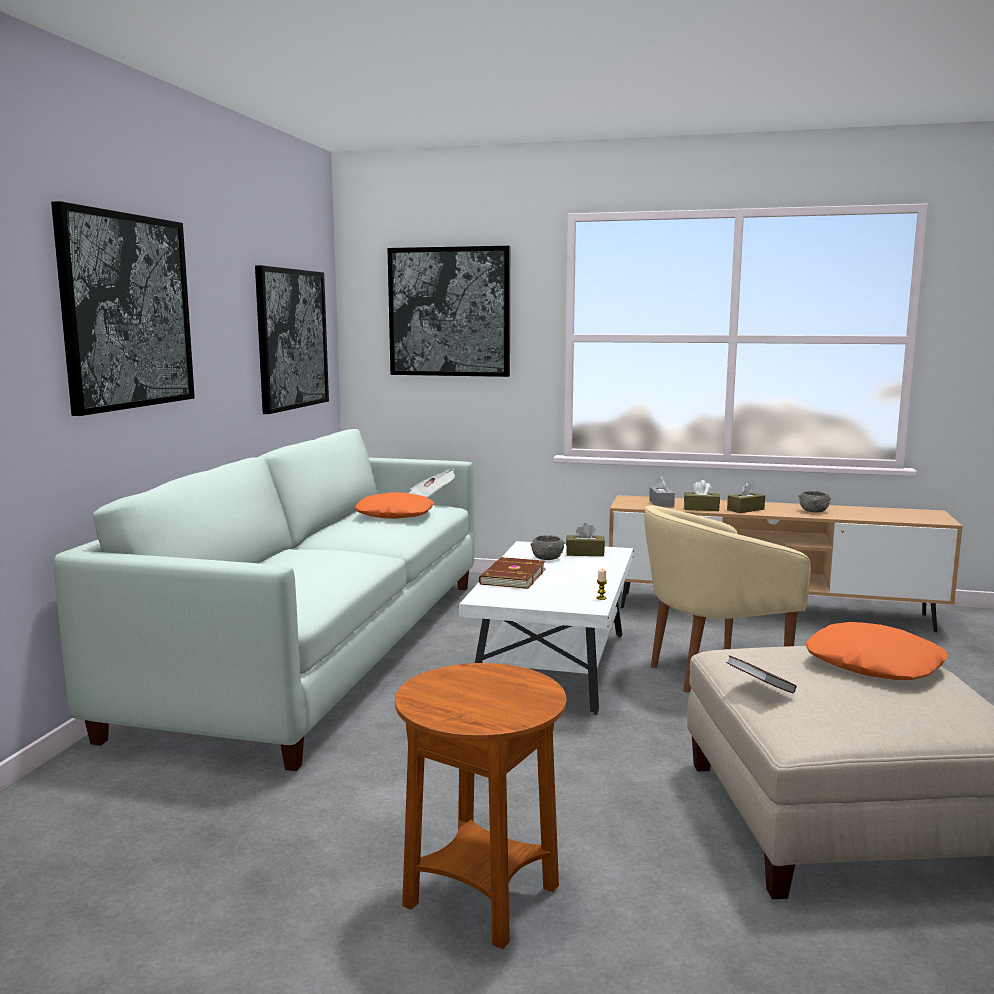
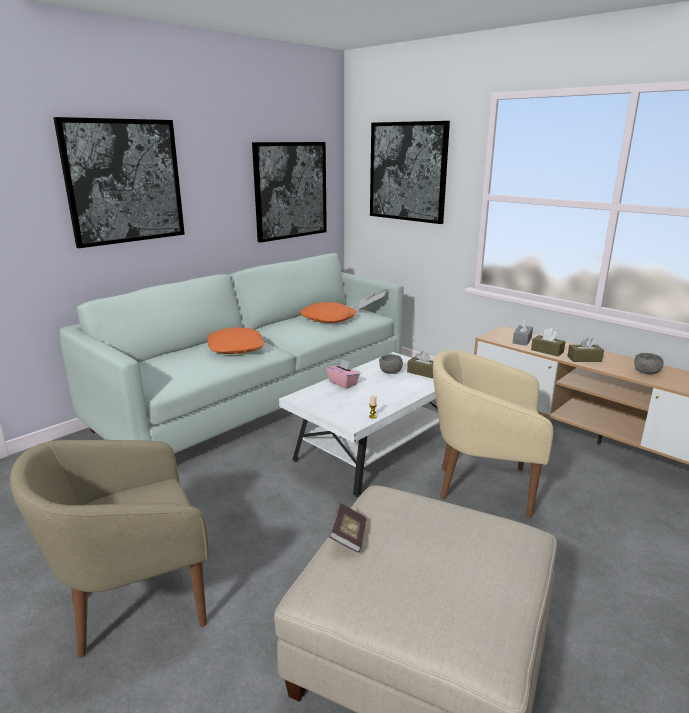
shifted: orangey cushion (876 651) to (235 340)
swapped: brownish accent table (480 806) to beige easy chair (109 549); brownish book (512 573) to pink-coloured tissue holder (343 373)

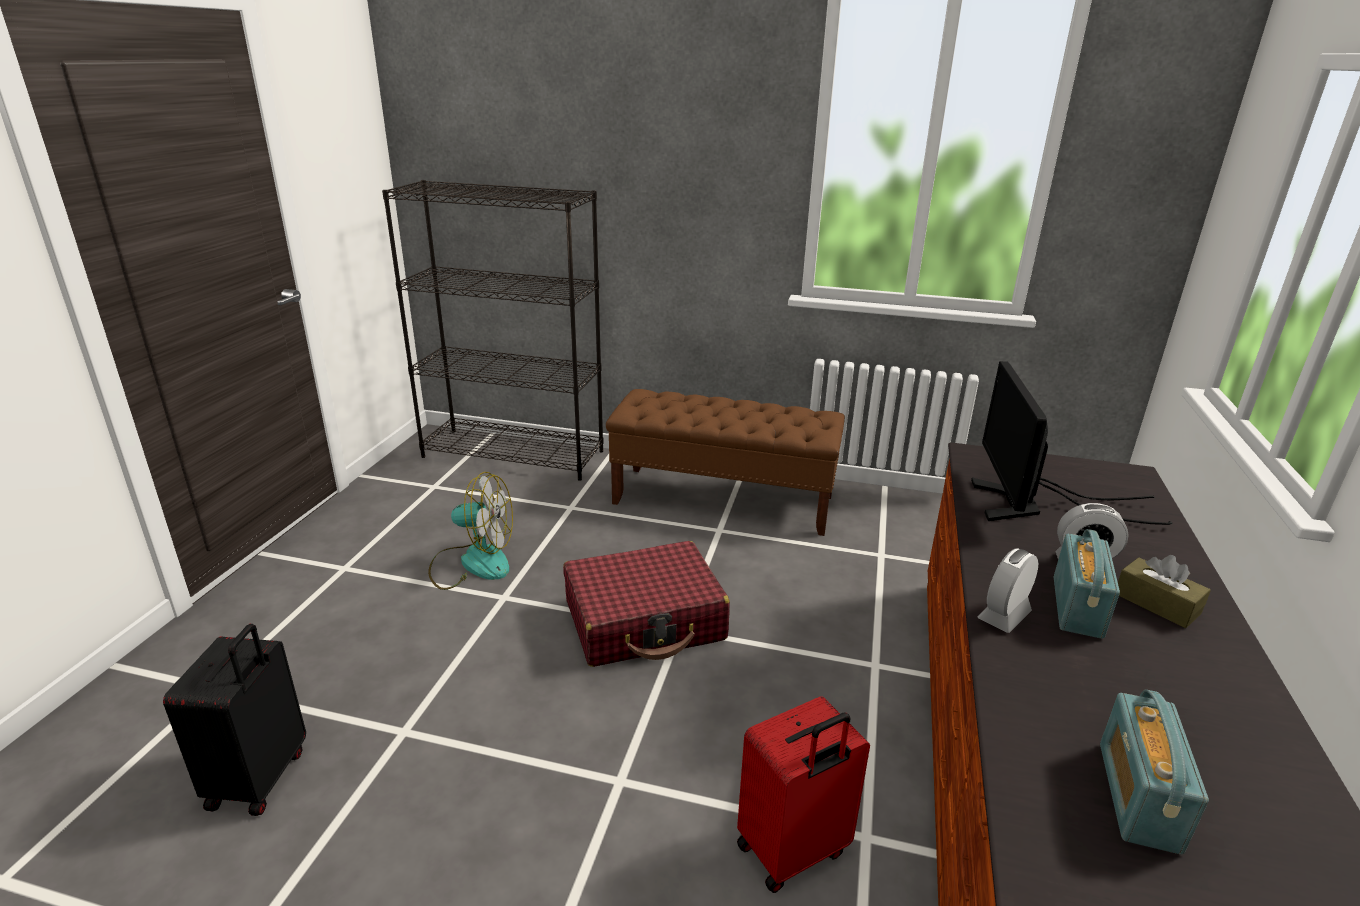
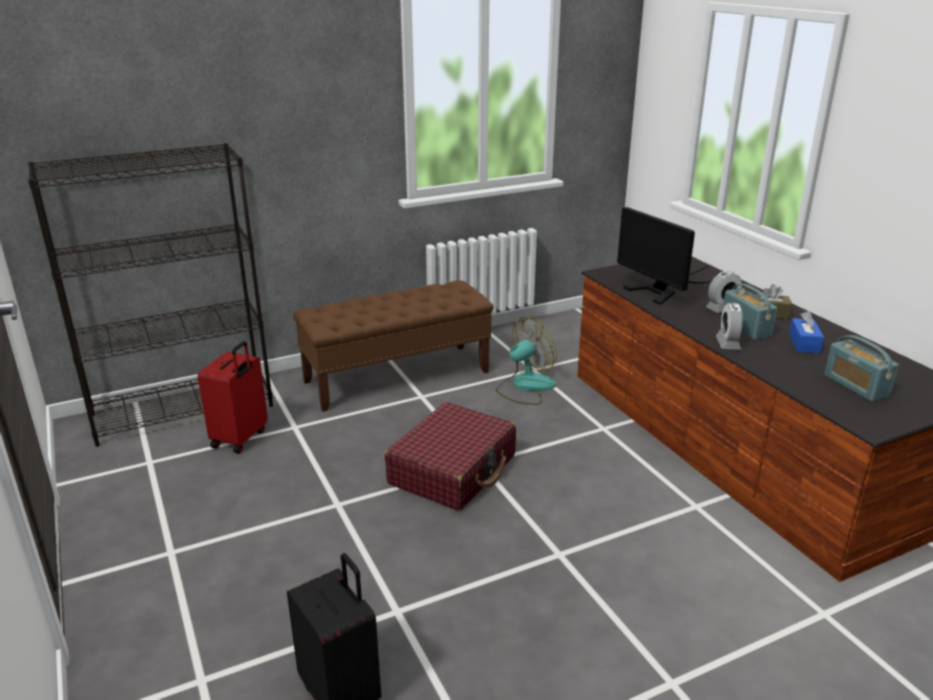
new: bluish tissue holder (806 332)
shifted: cooling fan (470 531) to (526 361); red piece of luggage (803 794) to (233 397)

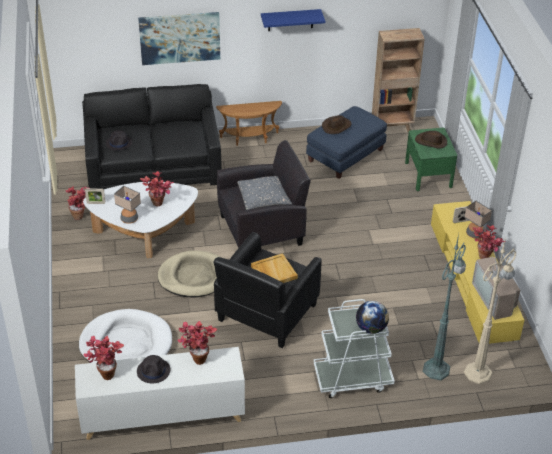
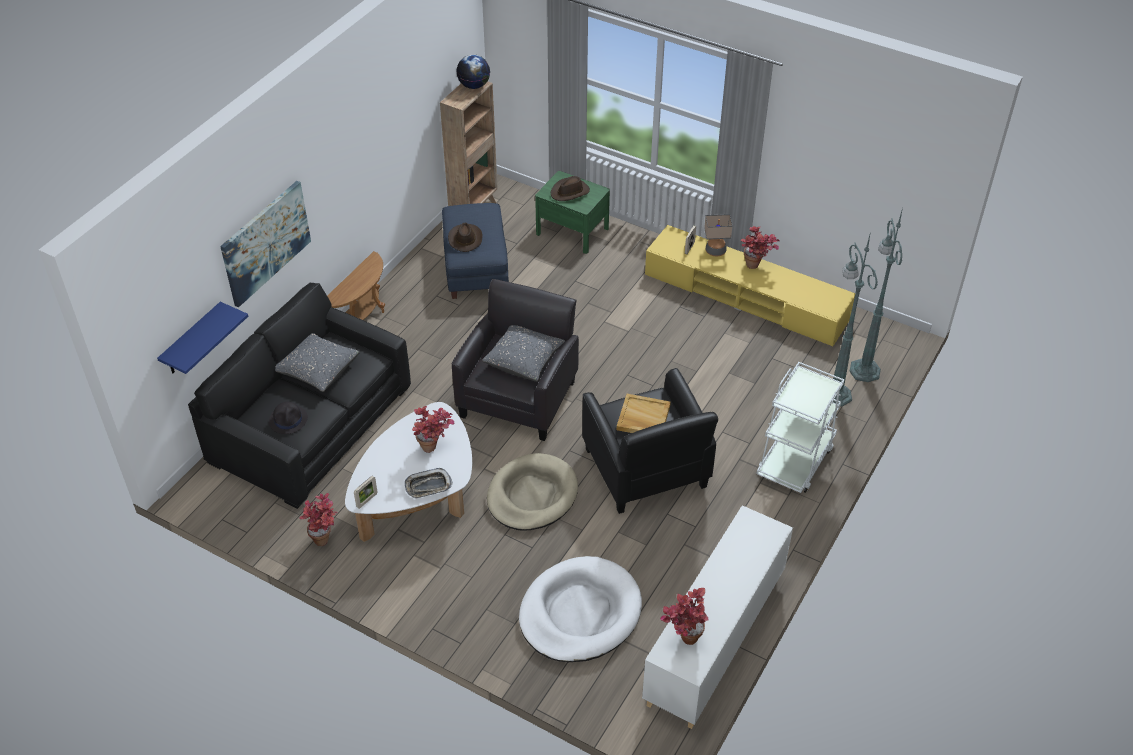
gone: blackish clothing hat (153 369); potted plant (197 343); TV (496 282)
new: gray cushion (317 362)
shifted: bluish shelf (293 20) to (202 338); desk globe (372 317) to (473 71)
swapped: tabletop lamp (127 205) to tray (429 483)
repainted: beige standard lamp (490 310) to green-coloured standard lamp (876 295)

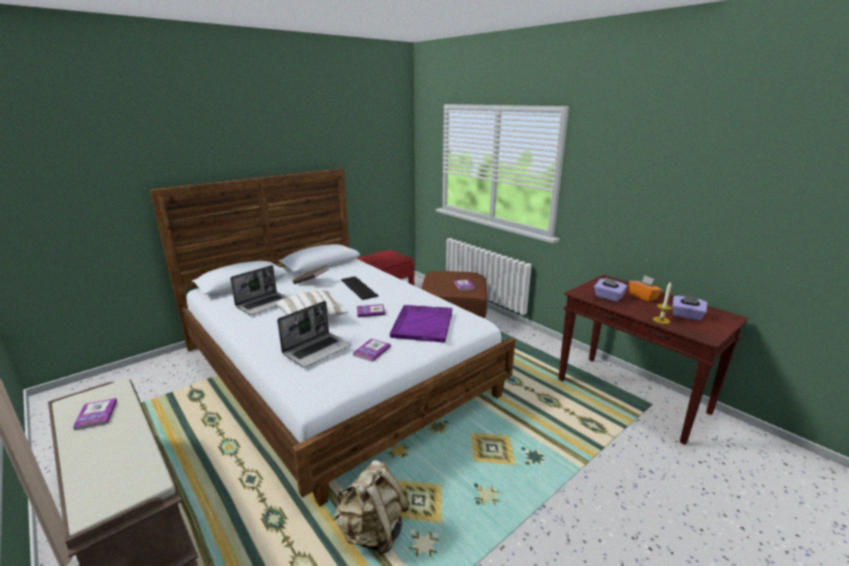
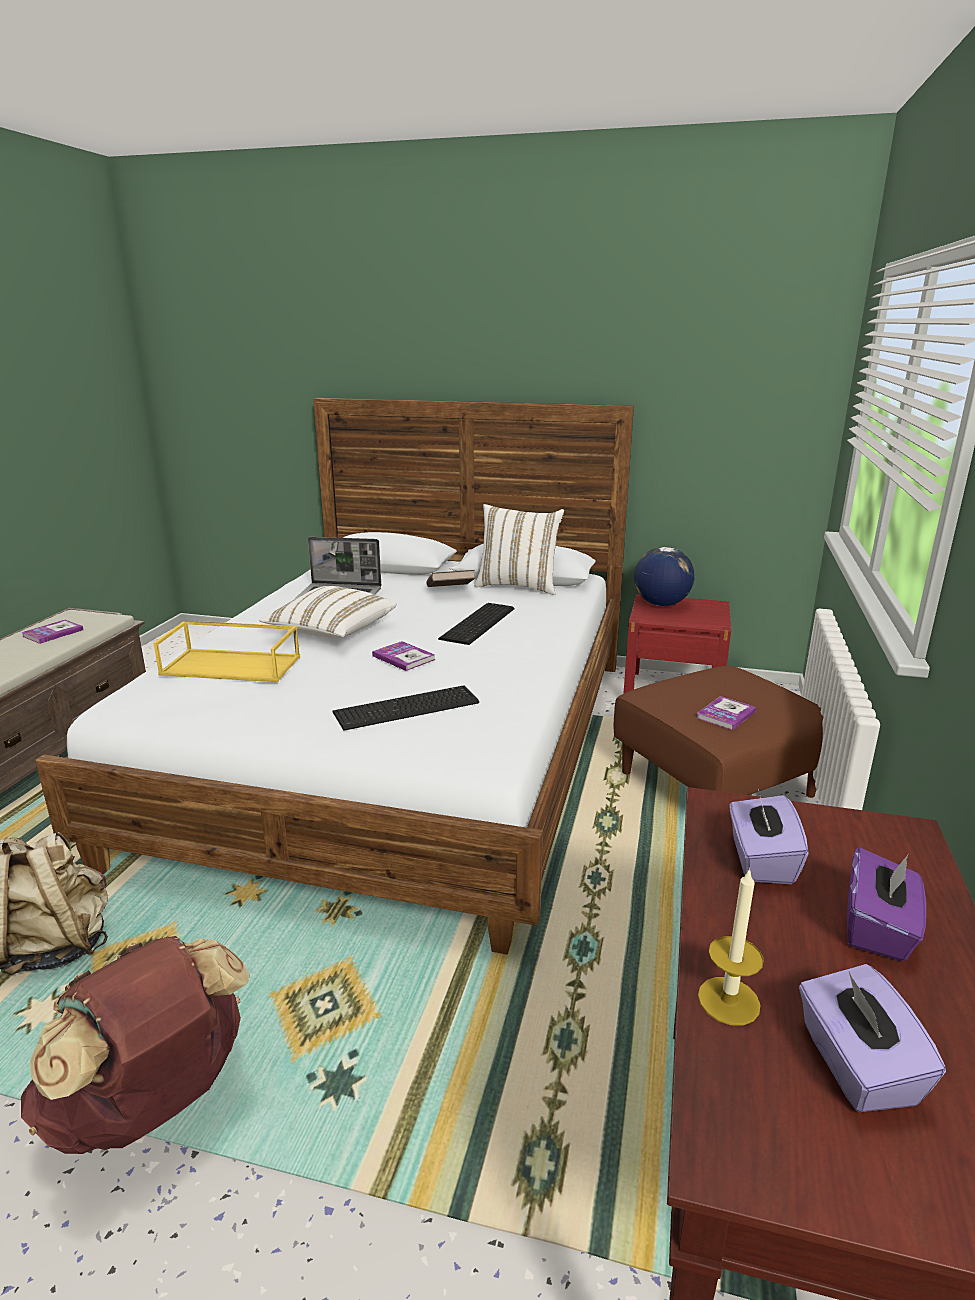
gone: book (372 350)
new: brownish rucksack (135 1045); whitish cushion (519 549); desk globe (664 576)
swapped: notebook computer (314 334) to yellow tray (227 651); purple-coloured tray (421 324) to keyboard (406 708)
repainted: orangey tissue holder (645 288) to purple-coloured tissue holder (886 904)

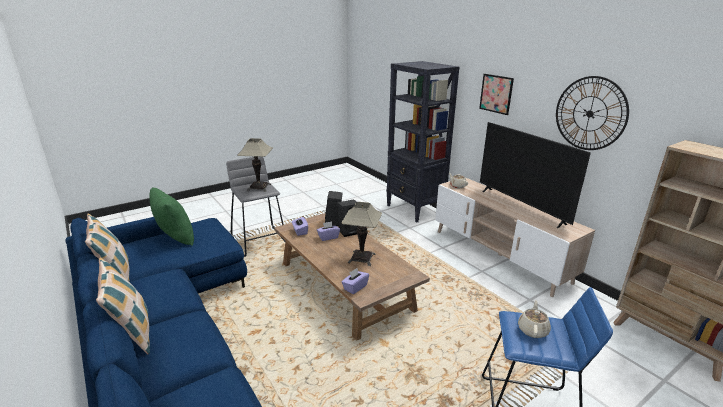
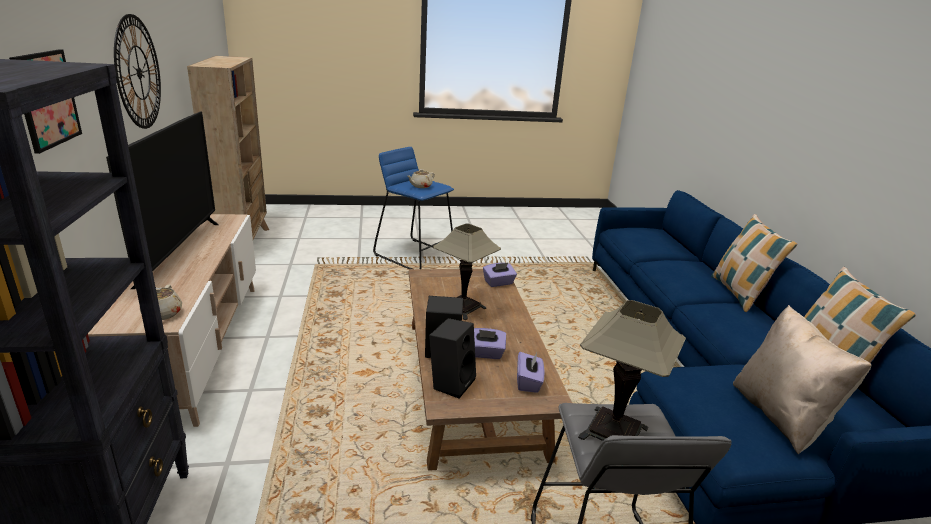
repainted: green-coloured cushion (171 217) to beige cushion (802 380)

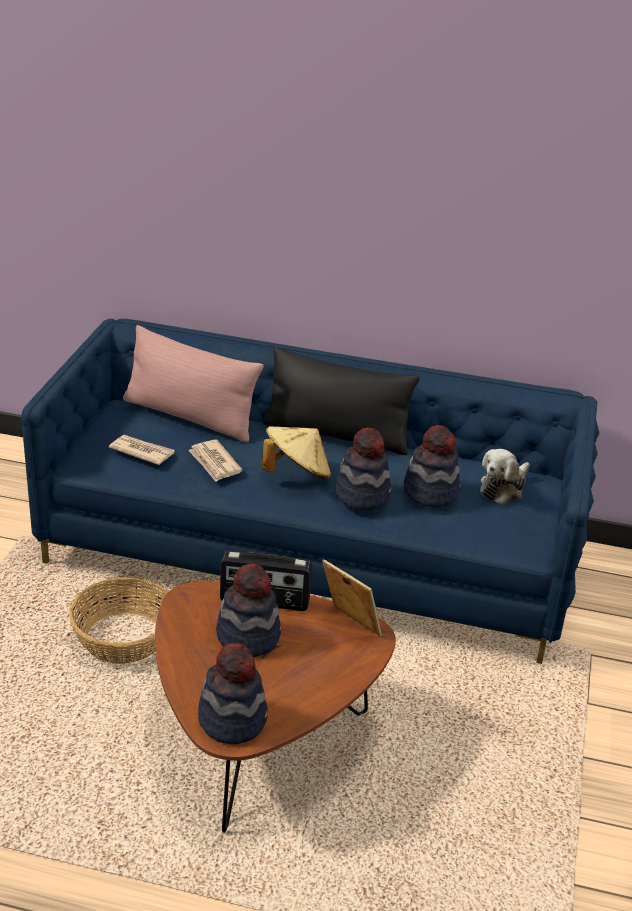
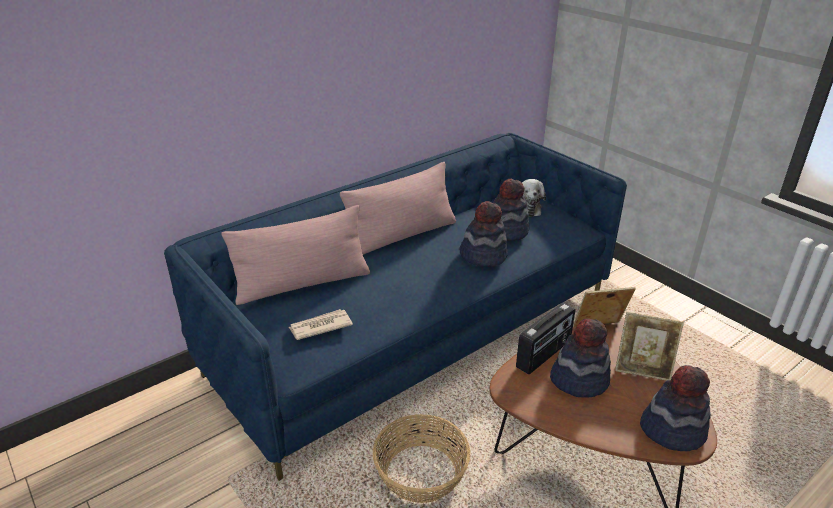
gone: printed paper (215 461); beige clothing hat (296 452)
new: standing frame (649 346)
repainted: blackish cushion (341 401) to pink-coloured cushion (398 208)

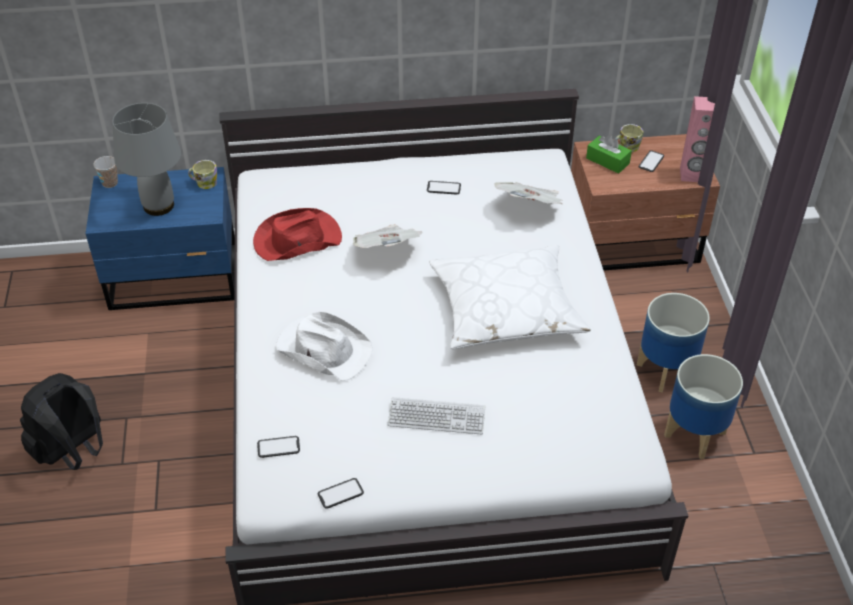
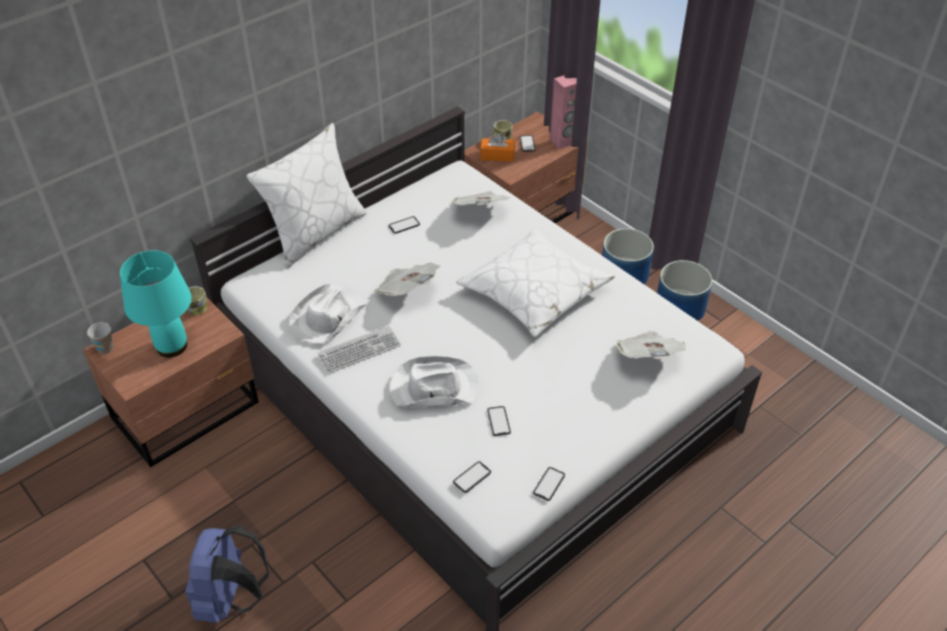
new: whitish cushion (307 195); handset (499 421); printed paper (651 345)
shifted: keyboard (436 415) to (359 349)
repainted: blackish rucksack (61 421) to bluish rucksack (227 574); bluish bedside table (160 238) to brownish bedside table (171 383); gray tabletop lamp (146 159) to blue-green tabletop lamp (156 304); red clothing hat (297 234) to whitish clothing hat (328 314); green-coloured tissue holder (609 154) to orangey tissue holder (498 147)

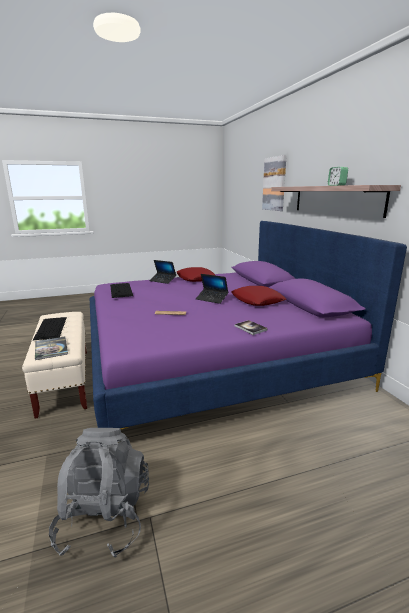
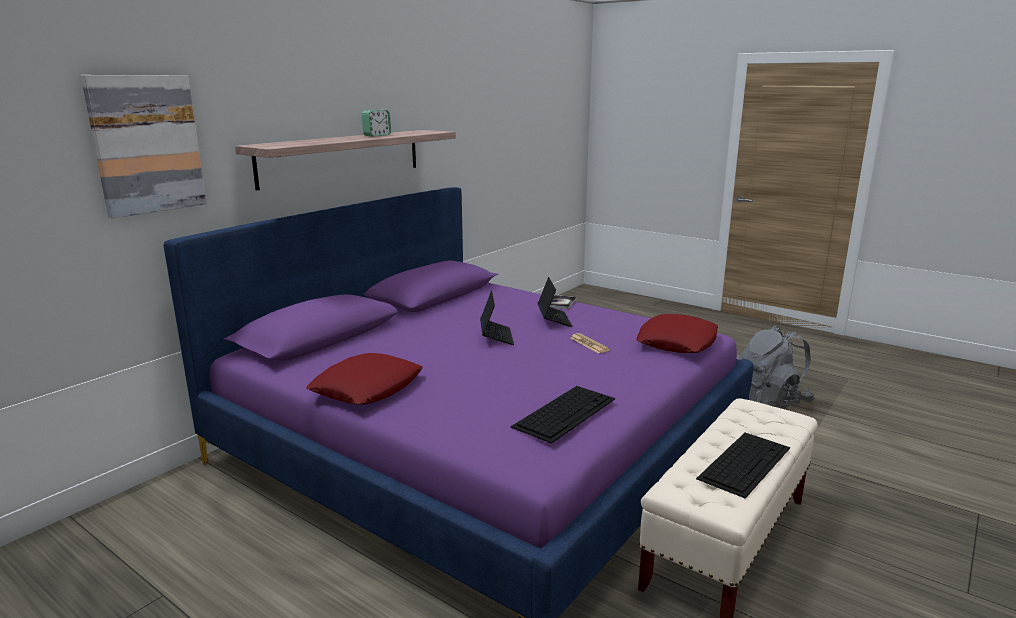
gone: book (51 348)
shifted: notebook computer (162 272) to (555 302); red cushion (258 296) to (677 333)

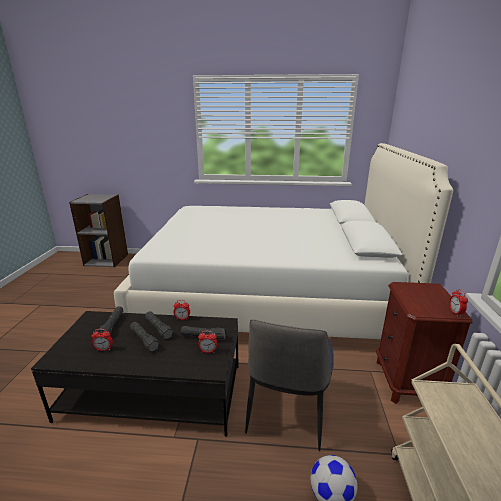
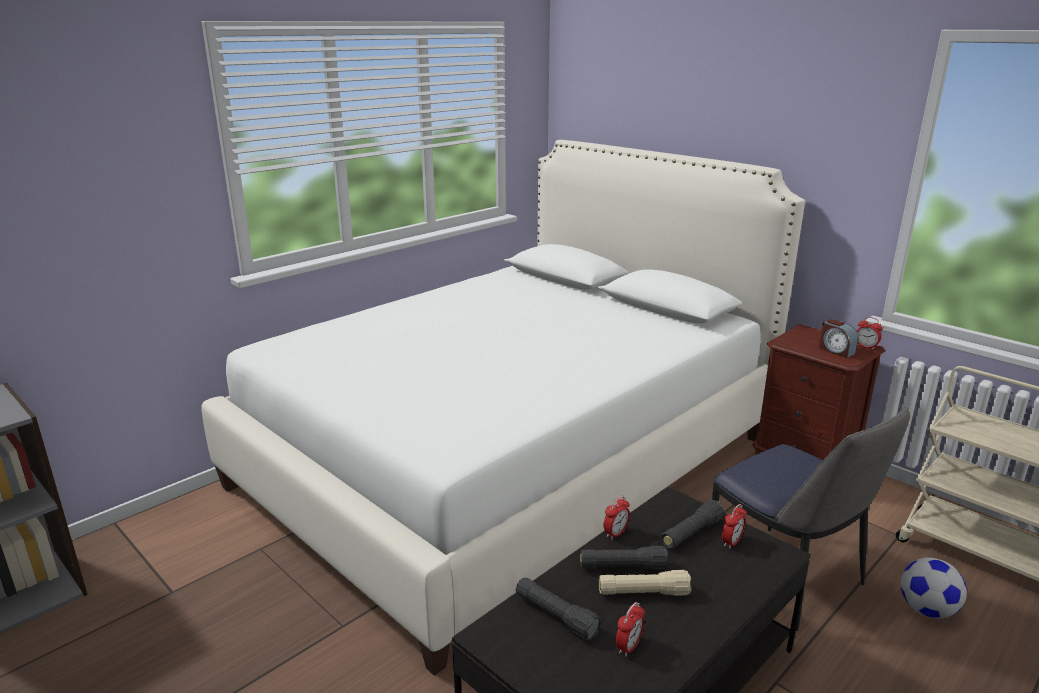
new: alarm clock (838 338)
repainted: blackish flashlight (144 337) to beige flashlight (645 583)

